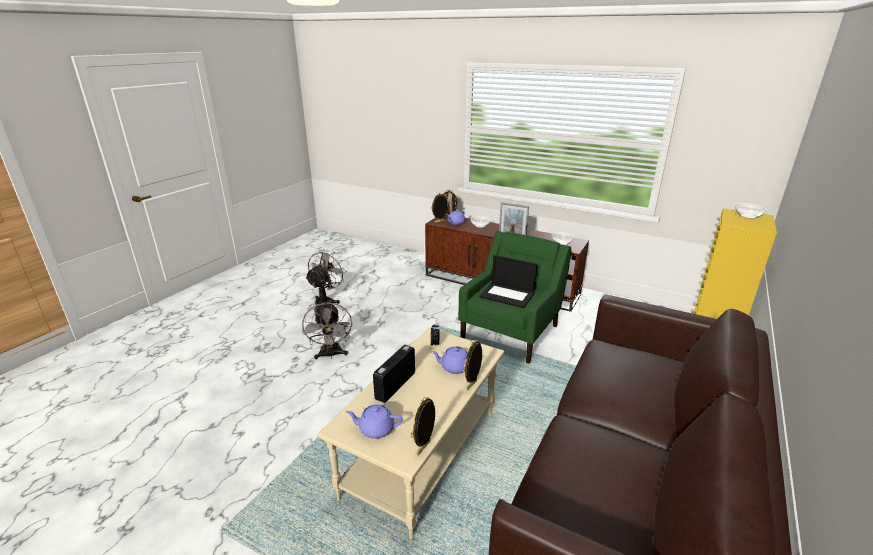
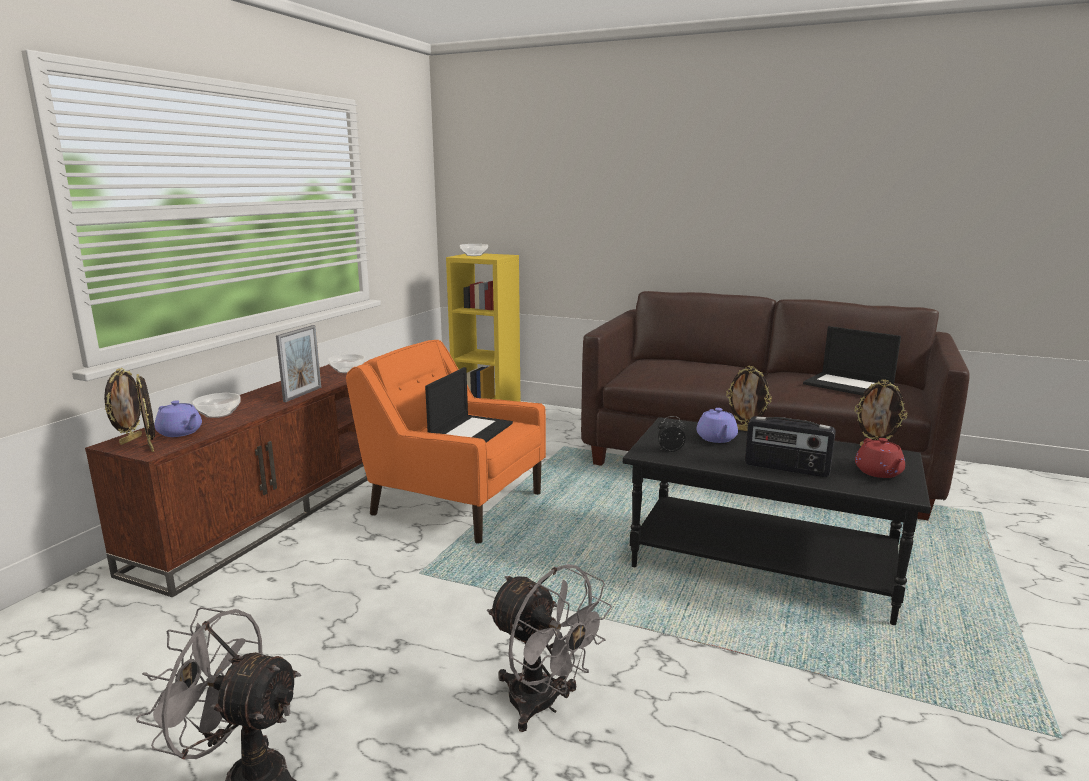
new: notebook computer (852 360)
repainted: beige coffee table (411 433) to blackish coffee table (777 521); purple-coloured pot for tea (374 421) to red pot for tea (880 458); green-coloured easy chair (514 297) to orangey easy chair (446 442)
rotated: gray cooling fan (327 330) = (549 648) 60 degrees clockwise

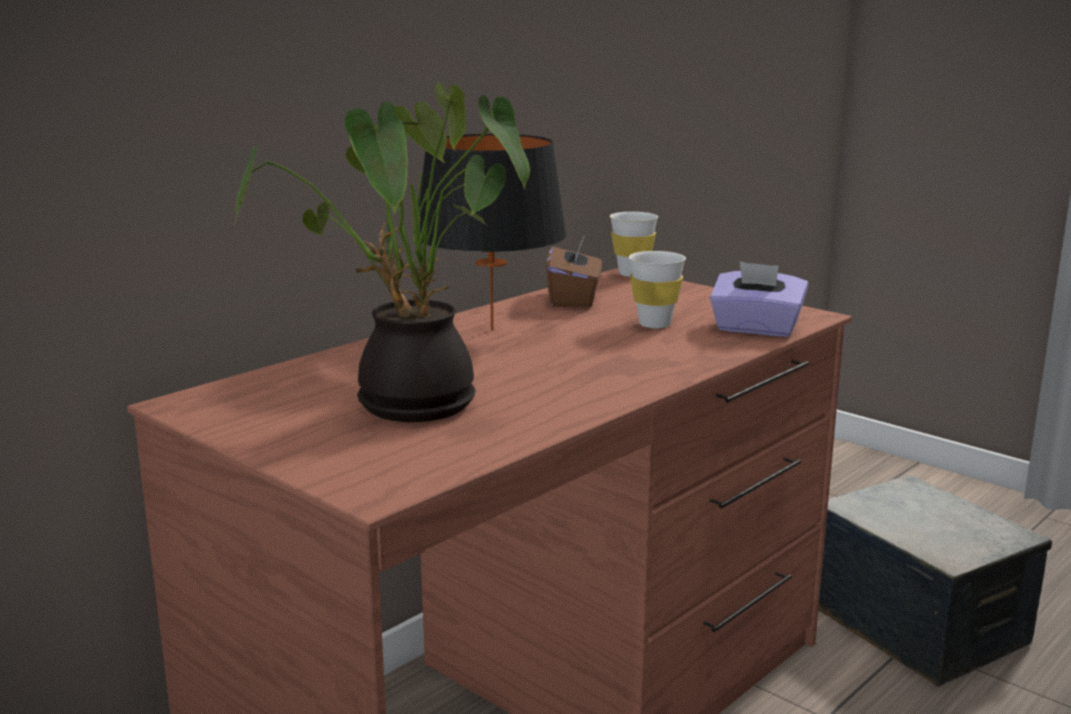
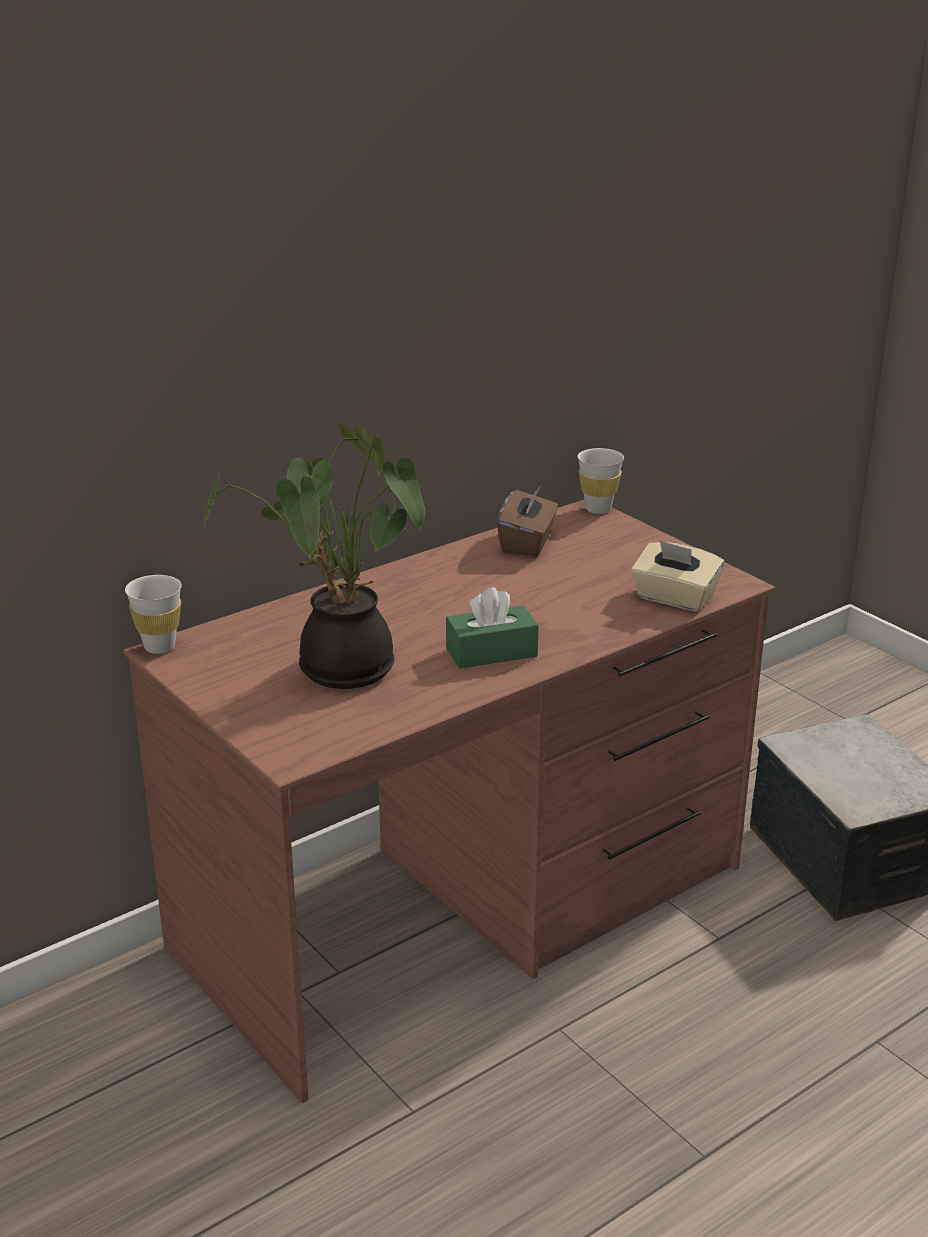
gone: blackish tabletop lamp (493 232)
new: green-coloured tissue holder (492 628)
shifted: whitish cup (657 289) to (153 614)
repainted: purple-coloured tissue holder (759 299) to beige tissue holder (677 576)

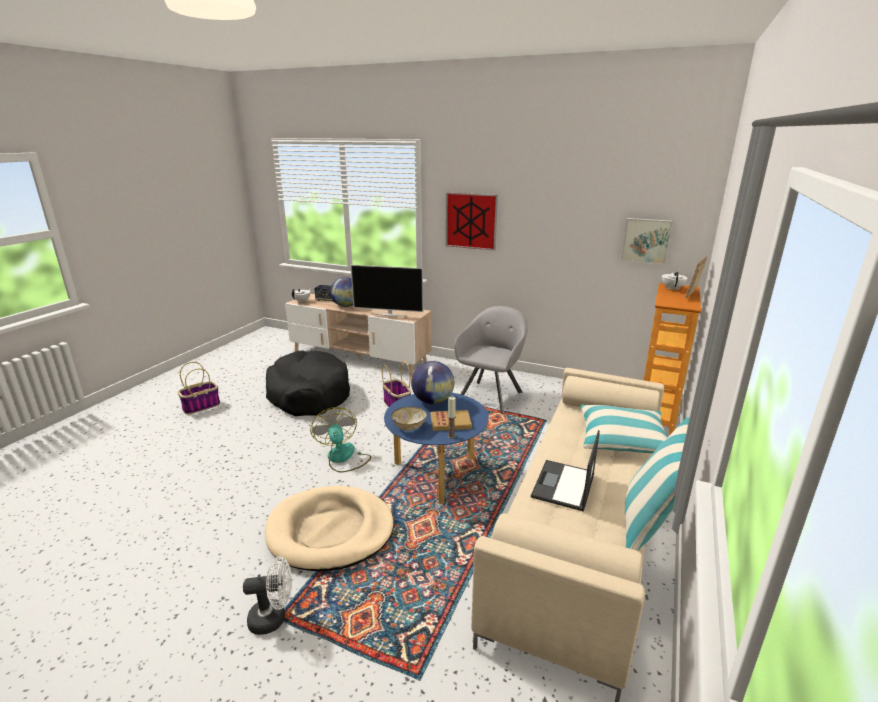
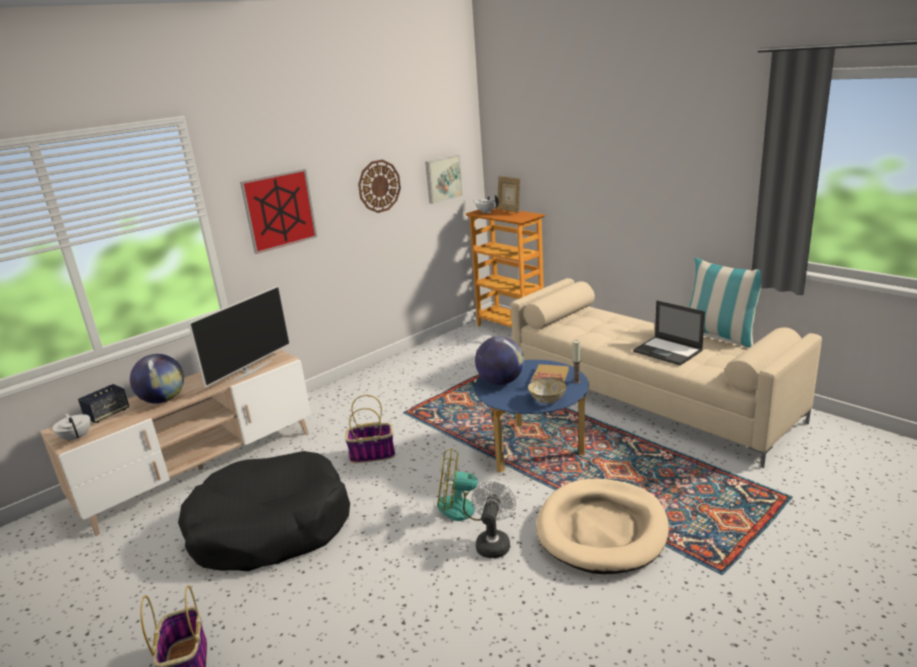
gone: gray easy chair (491 360); cushion (624 429)
new: clock on the wall (379 186)
shifted: whitish cooling fan (267 595) to (494 519)

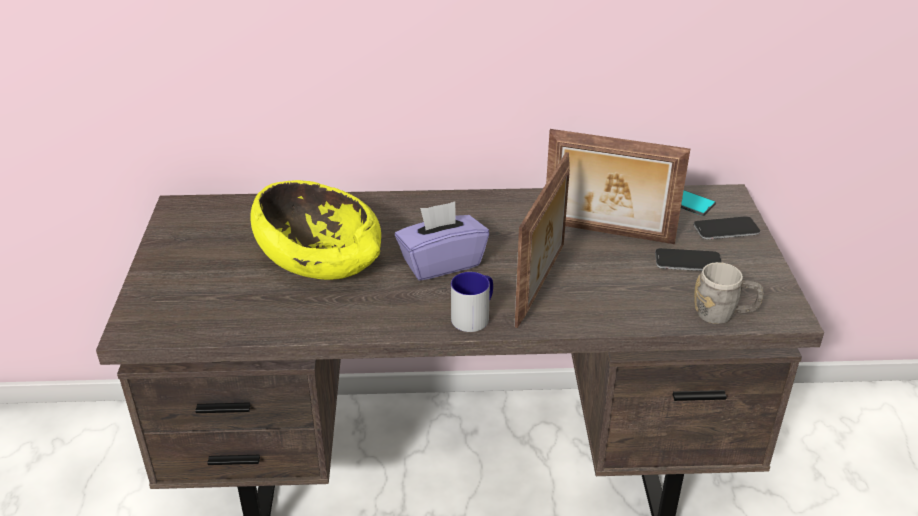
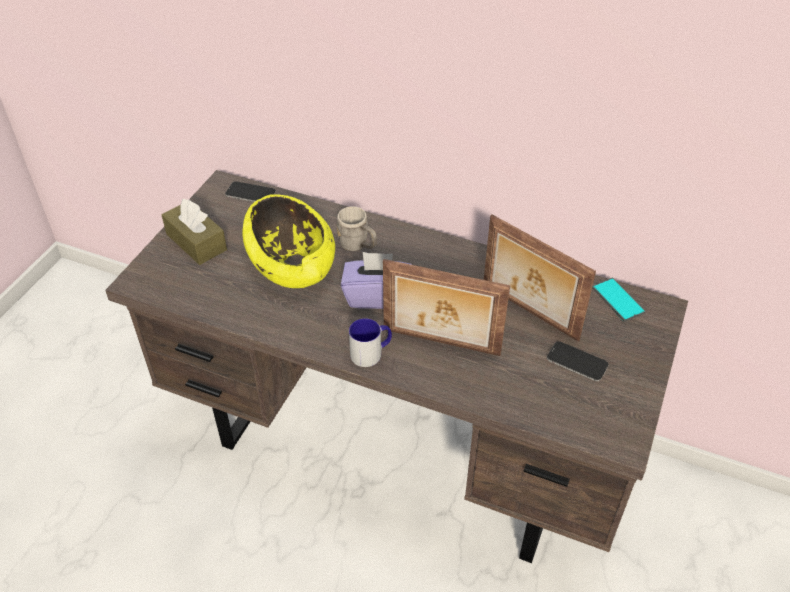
new: brownish tissue holder (194 232)
shifted: handset (727 228) to (250 191); gray tea mug (729 293) to (357 228)
rotated: standing frame (542 240) = (446 307) 60 degrees clockwise

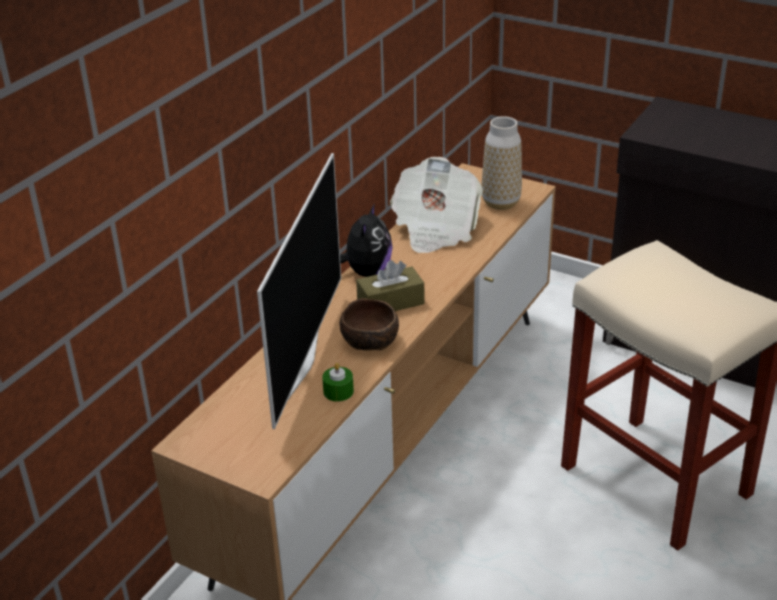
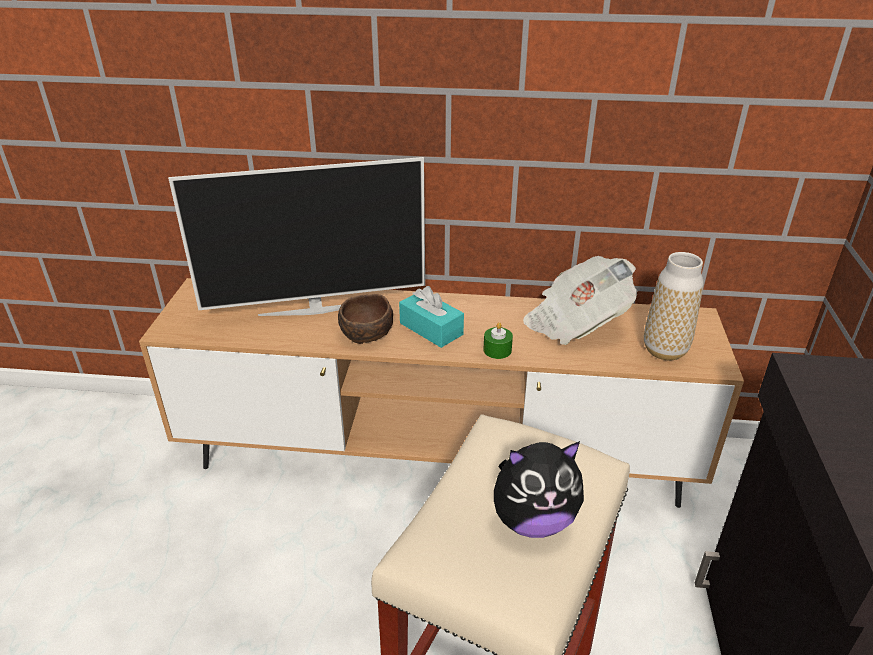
shifted: green-coloured wax candle (338 382) to (498 340); plush toy (366 240) to (539 489)
repainted: brownish tissue holder (390 285) to blue-green tissue holder (431 317)

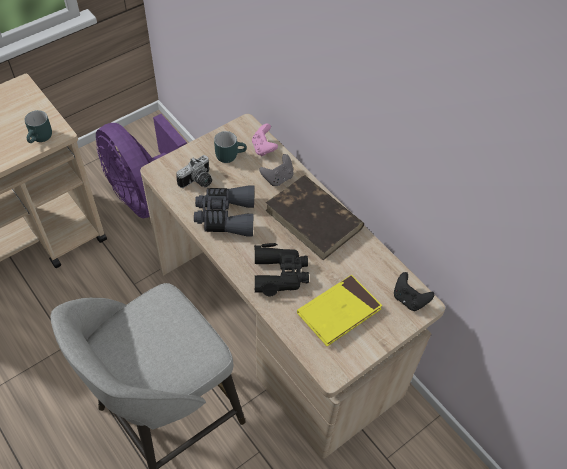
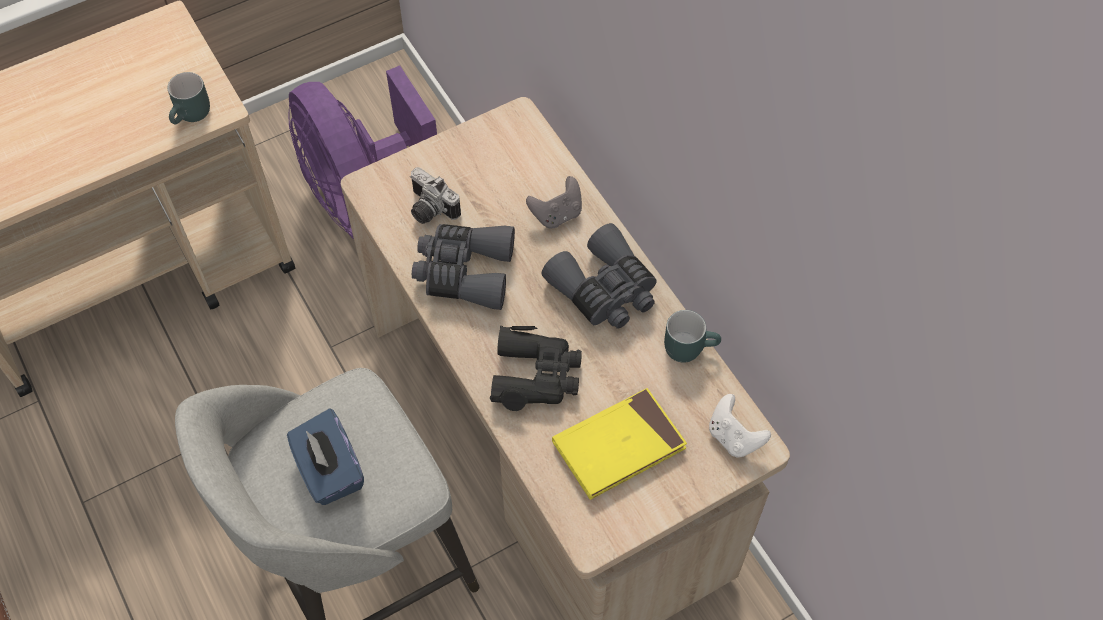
gone: pink-coloured gamepad (265 140)
new: bluish tissue holder (325 456)
shifted: blue-green tea mug (230 147) to (692 336)
swapped: brownish book (314 217) to gray binoculars (599 276)
repainted: blackish gamepad (414 291) to whitish gamepad (740 426)
rotated: photo camera (194 171) = (435 195) 75 degrees clockwise

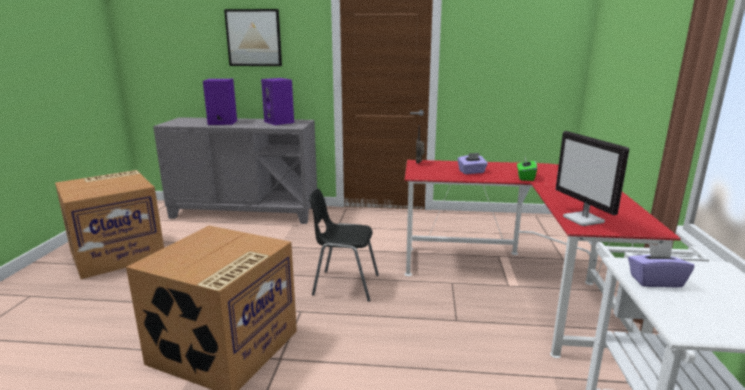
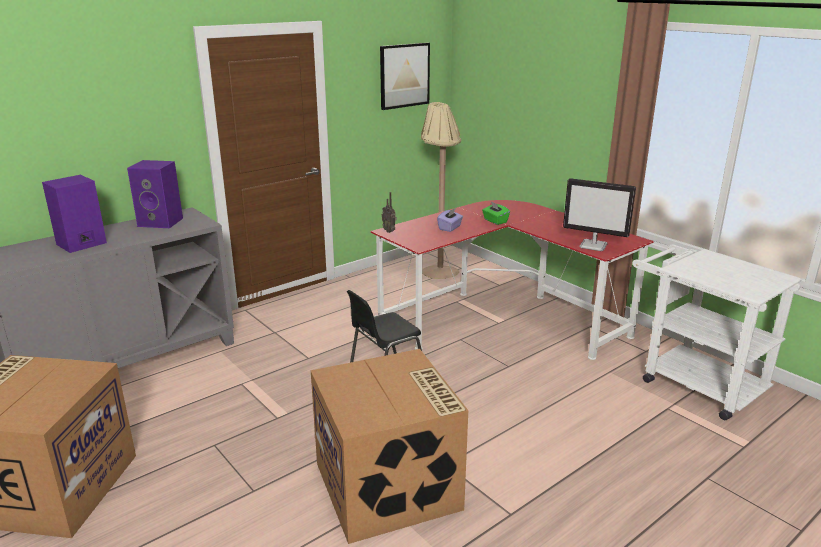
gone: purple-coloured tissue holder (661 266)
new: beige standard lamp (441 190)
shifted: wall picture (253 37) to (405 76)

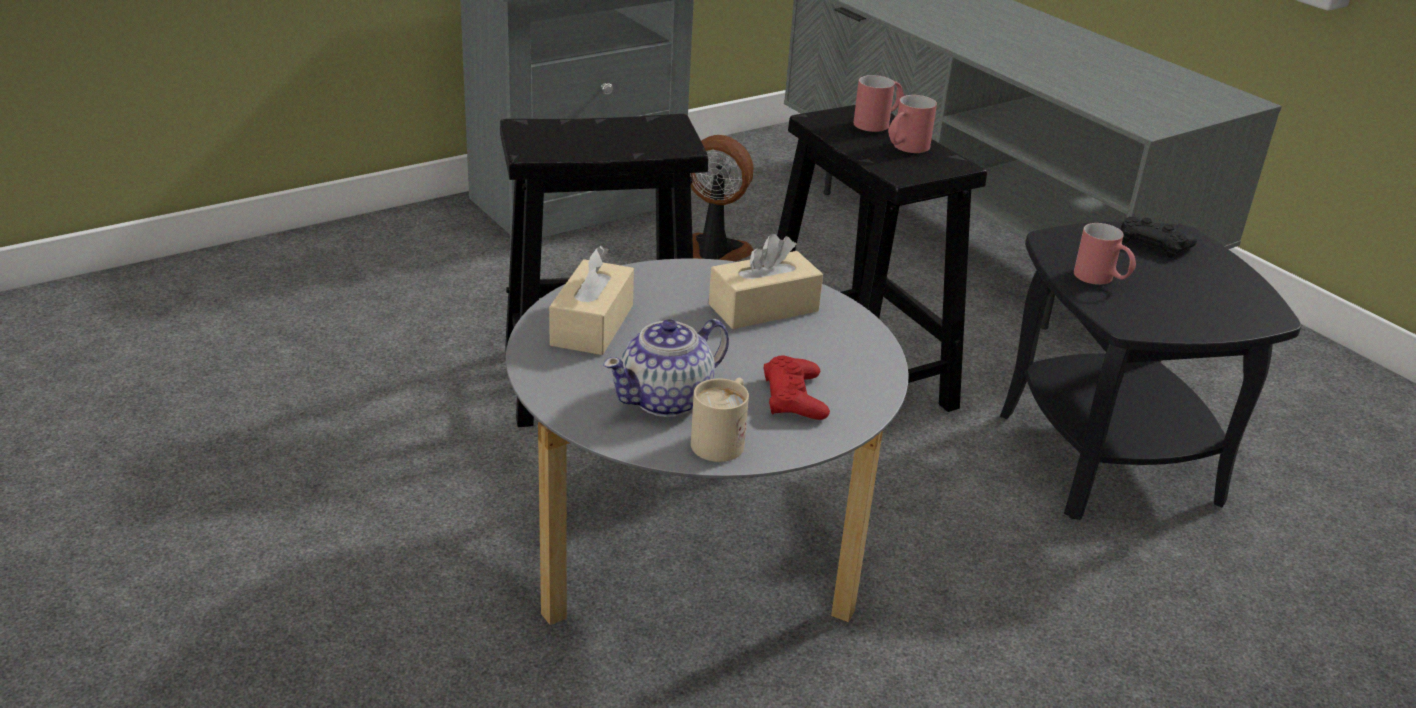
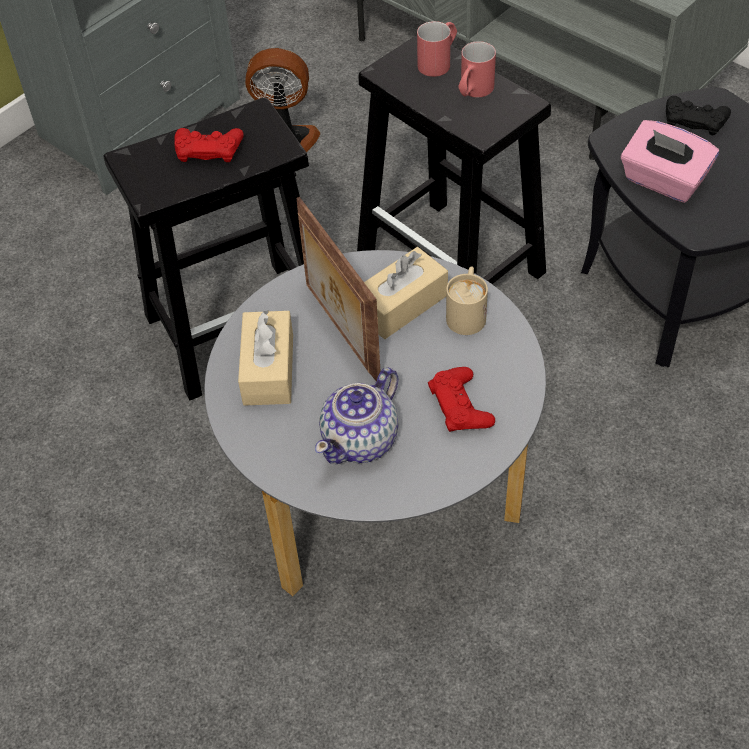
new: red gamepad (209 145); standing frame (339 289)
shifted: beige tea mug (720 420) to (467 300)
swapped: red tea mug (1105 254) to pink-coloured tissue holder (670 161)

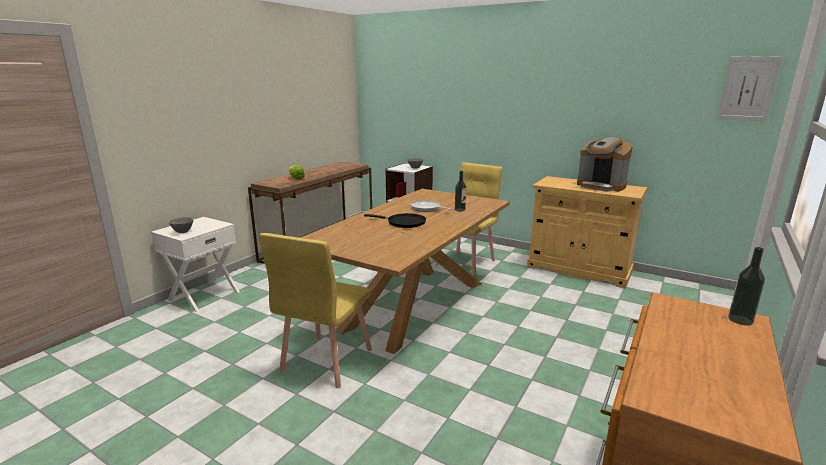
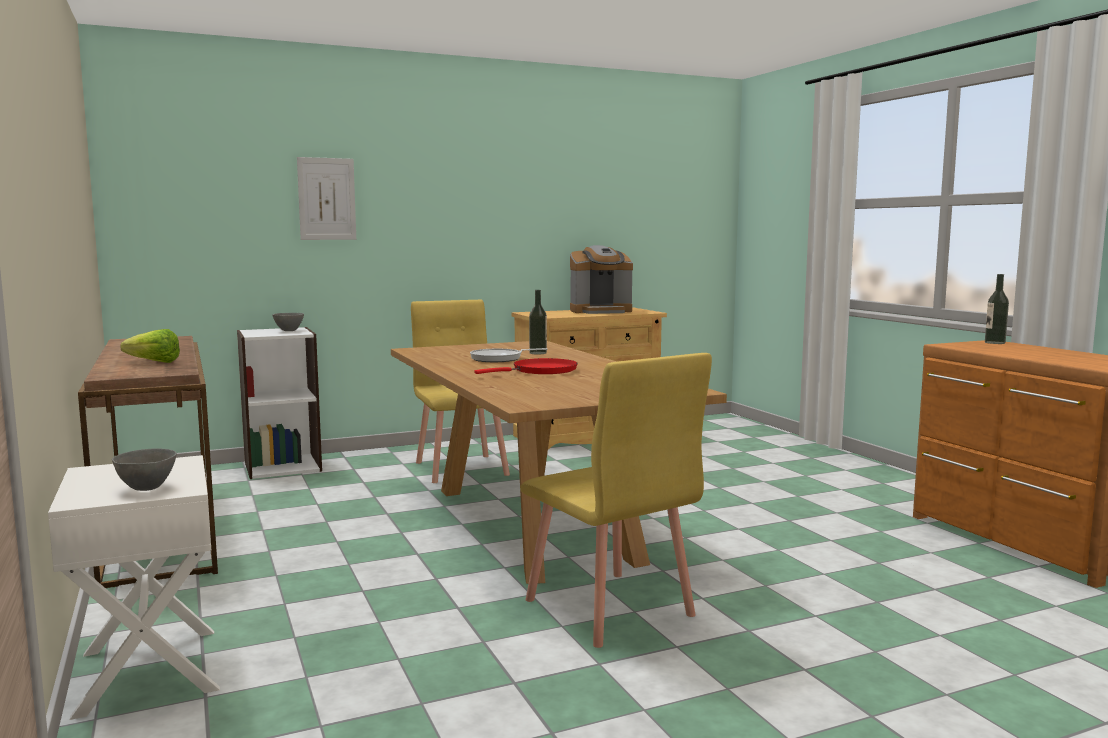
shifted: wall picture (749 88) to (326 198)
repainted: blackish frying pan (395 220) to red frying pan (526 366)

